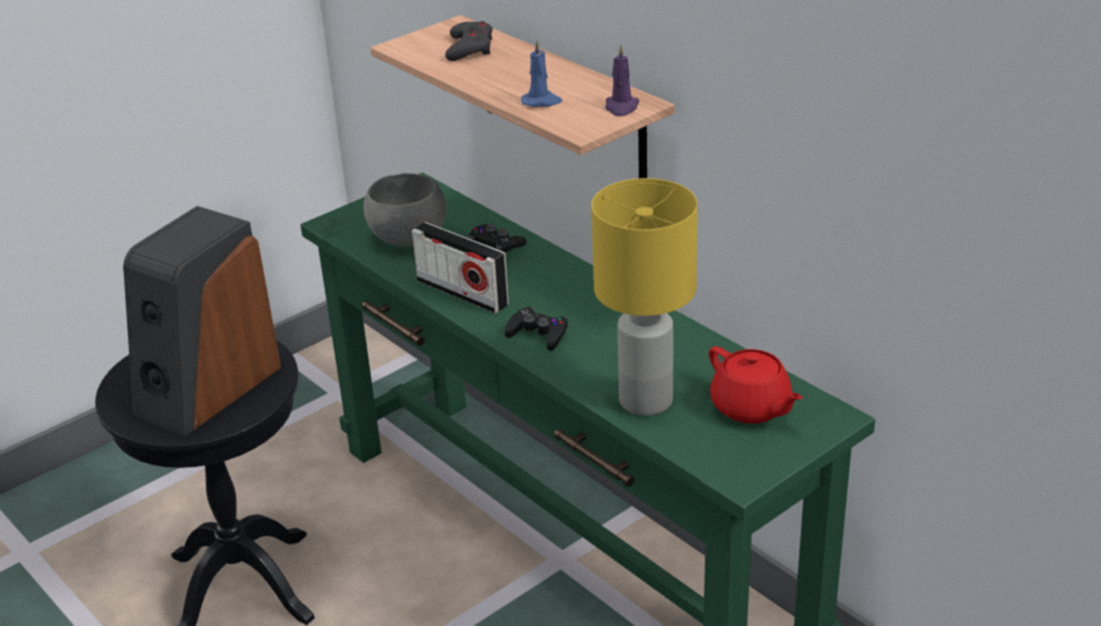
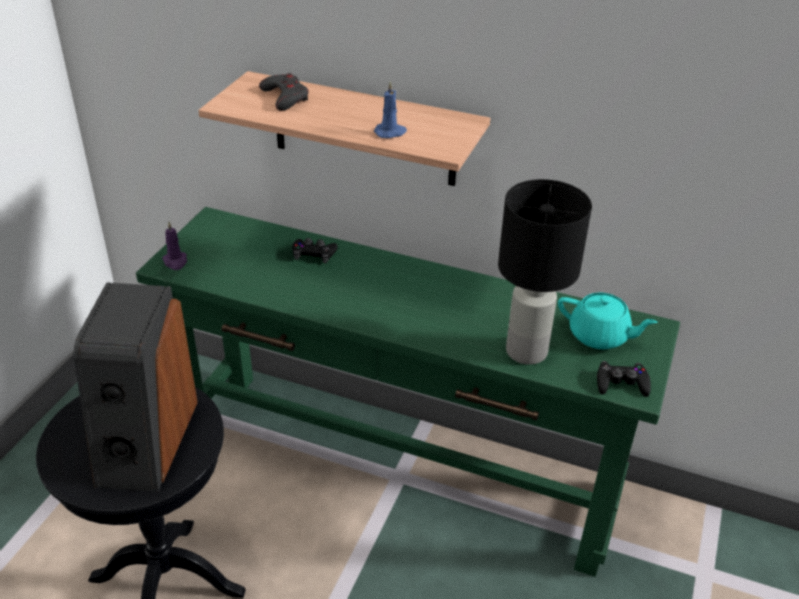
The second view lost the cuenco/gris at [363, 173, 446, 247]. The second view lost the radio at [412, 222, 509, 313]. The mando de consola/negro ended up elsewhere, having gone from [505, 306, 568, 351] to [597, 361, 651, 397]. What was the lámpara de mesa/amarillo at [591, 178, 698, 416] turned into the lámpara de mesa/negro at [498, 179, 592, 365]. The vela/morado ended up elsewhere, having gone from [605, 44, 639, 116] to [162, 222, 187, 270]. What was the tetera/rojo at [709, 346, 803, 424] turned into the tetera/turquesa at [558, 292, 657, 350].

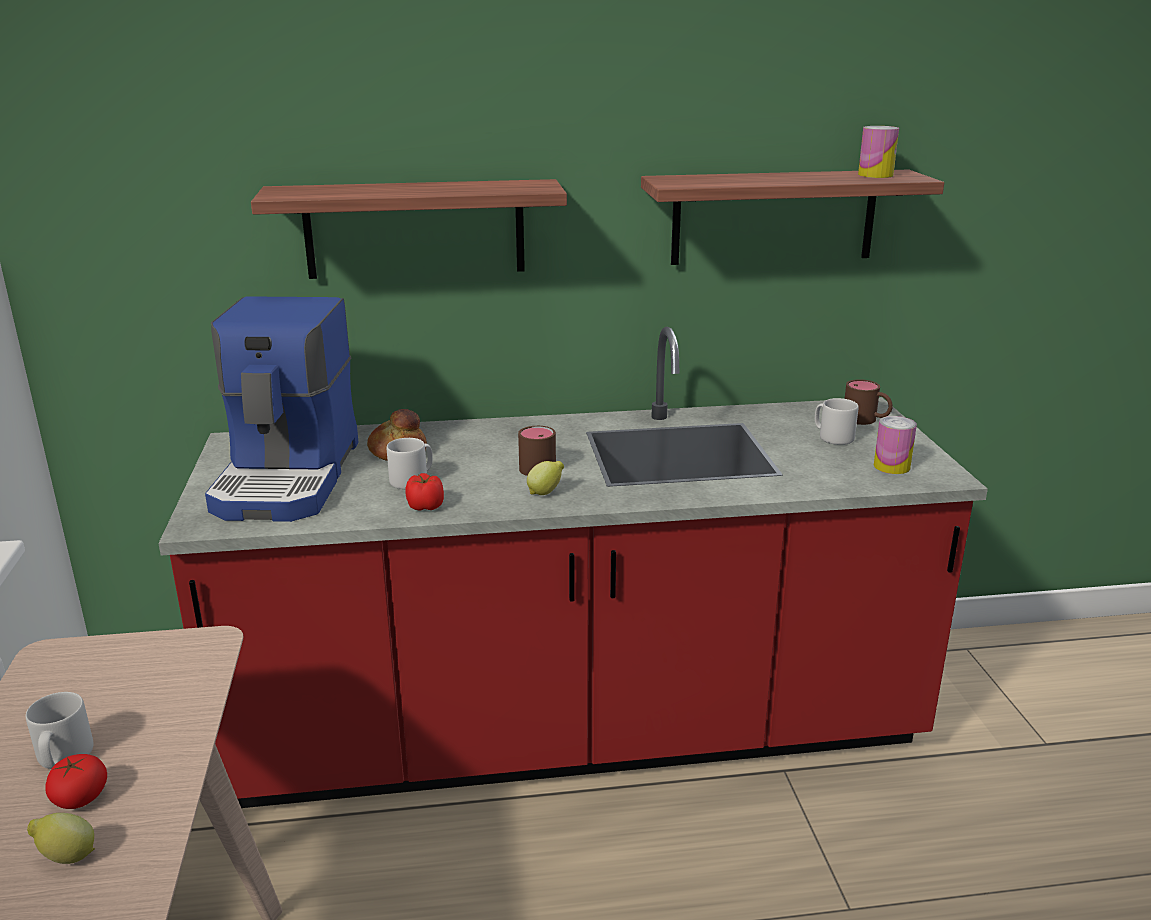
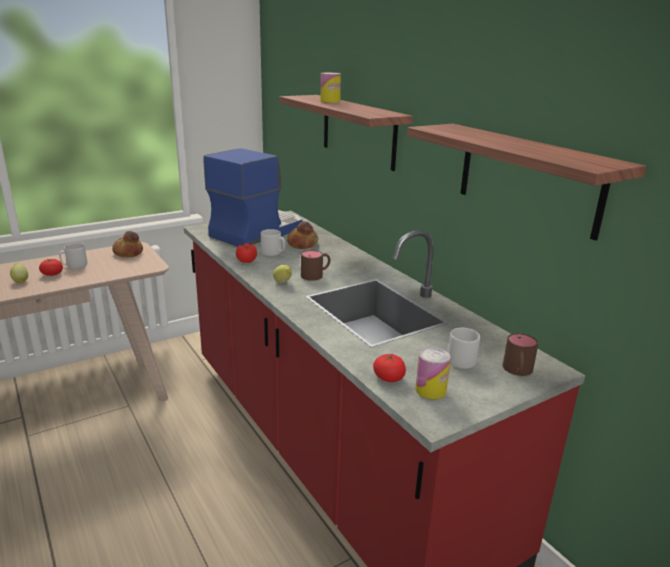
The cafetera at [205, 296, 359, 522] ended up facing another way, 150 degrees clockwise from before. The lata ended up elsewhere, having gone from [858, 126, 899, 178] to [320, 73, 341, 103]. The second view gained the pan at [112, 231, 143, 257]. The second view gained the tomate at [373, 353, 406, 382].

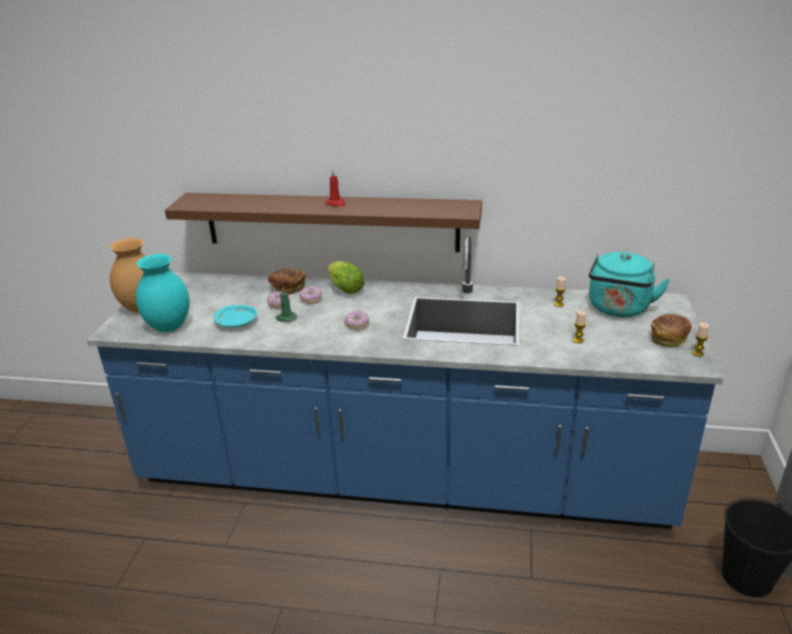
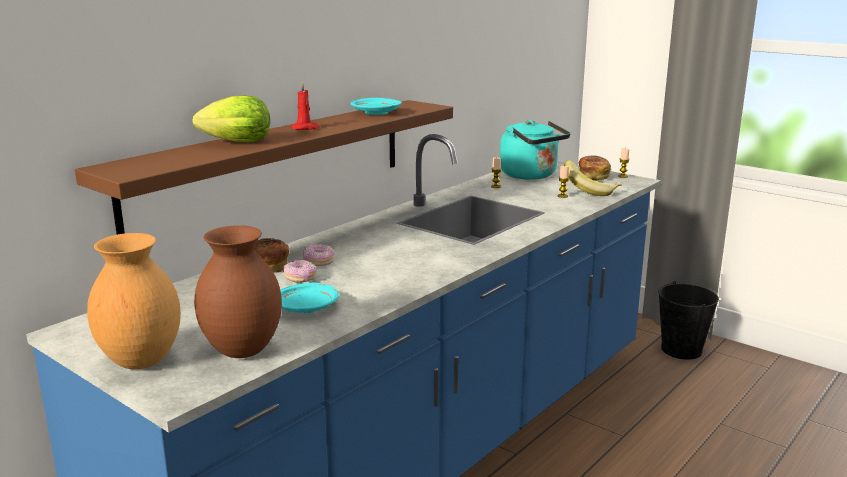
What was the florero/turquesa at [136, 254, 190, 332] turned into the florero/marrón at [194, 225, 282, 358]. The second view lost the vela/verde at [275, 287, 297, 322]. The lechuga ended up elsewhere, having gone from [327, 261, 364, 294] to [192, 95, 270, 142]. The second view lost the rosquilla at [344, 310, 369, 330]. The second view gained the plato/turquesa at [350, 98, 402, 115]. The second view gained the plátano at [564, 160, 622, 196].

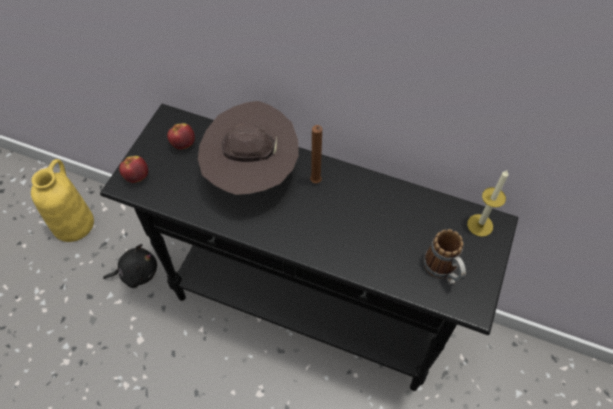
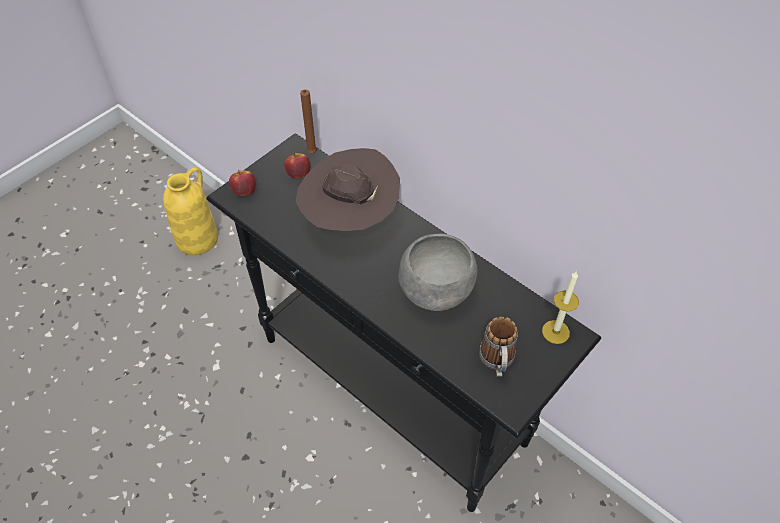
The second view lost the peluche/negro at [103, 244, 157, 288]. The vela/marrón ended up elsewhere, having gone from [310, 125, 322, 183] to [300, 89, 317, 153]. The second view gained the cuenco/gris at [399, 234, 477, 311].

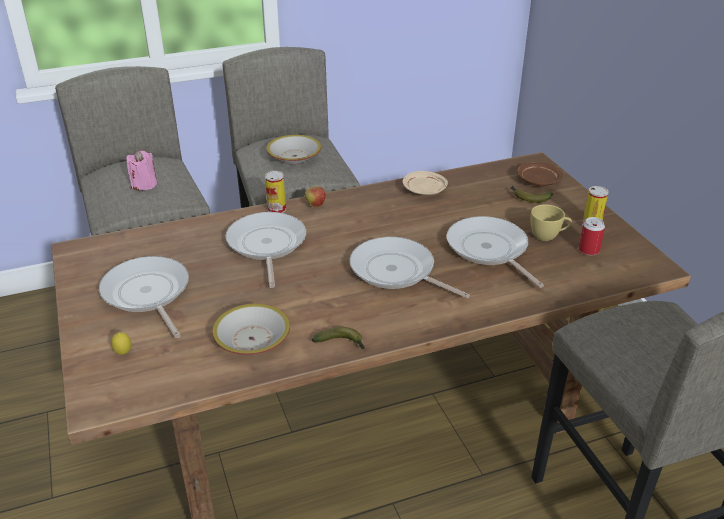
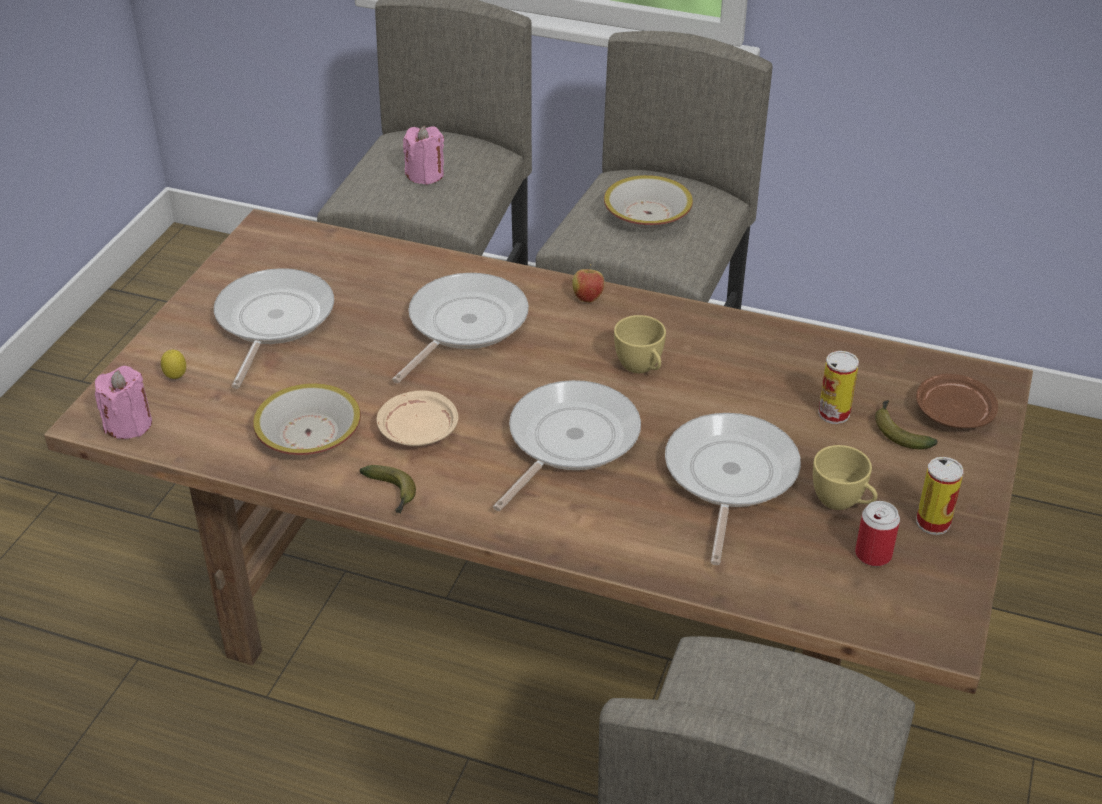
The lata ended up elsewhere, having gone from [265, 171, 286, 213] to [818, 351, 859, 424]. The sartén at [350, 237, 470, 298] ended up facing another way, 45 degrees clockwise from before. The plato/beis ended up elsewhere, having gone from [403, 171, 448, 195] to [377, 391, 458, 446]. The second view gained the vela/rosa at [95, 366, 152, 439]. The second view gained the taza/amarillo at [614, 315, 666, 373].

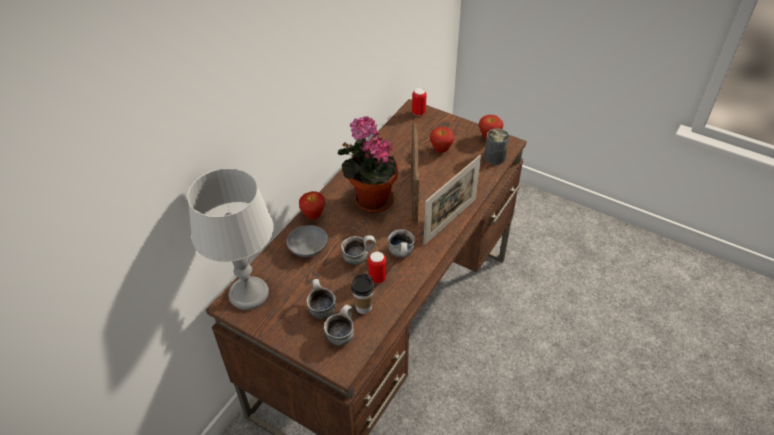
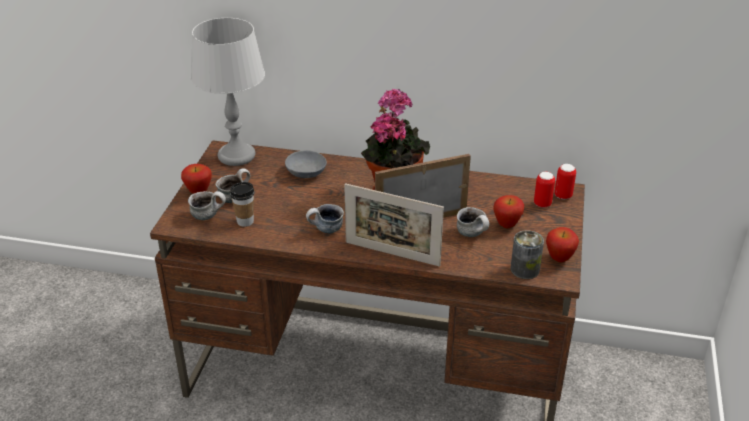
The manzana ended up elsewhere, having gone from [299, 191, 325, 220] to [181, 164, 212, 194]. The taza grande ended up elsewhere, having gone from [341, 235, 376, 265] to [457, 207, 489, 237]. The lata ended up elsewhere, having gone from [368, 252, 386, 283] to [534, 172, 555, 208].

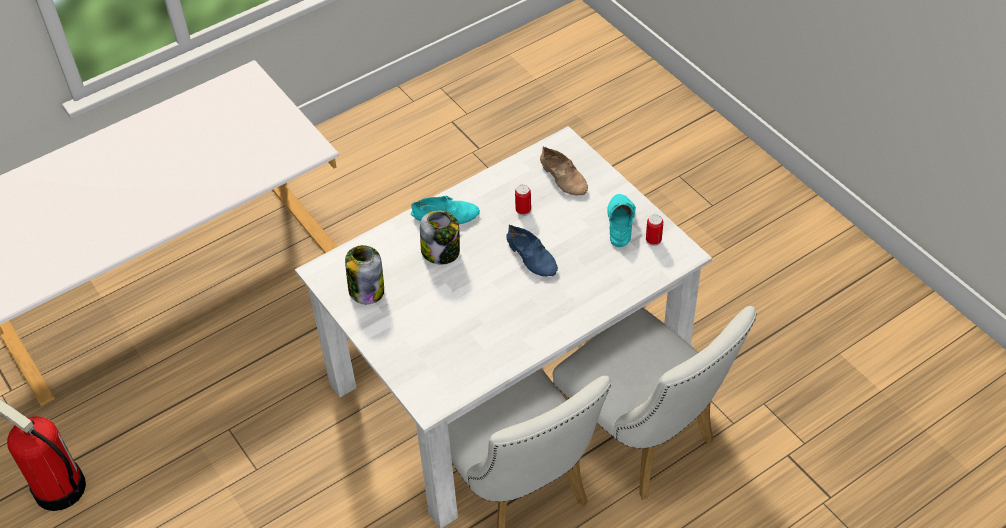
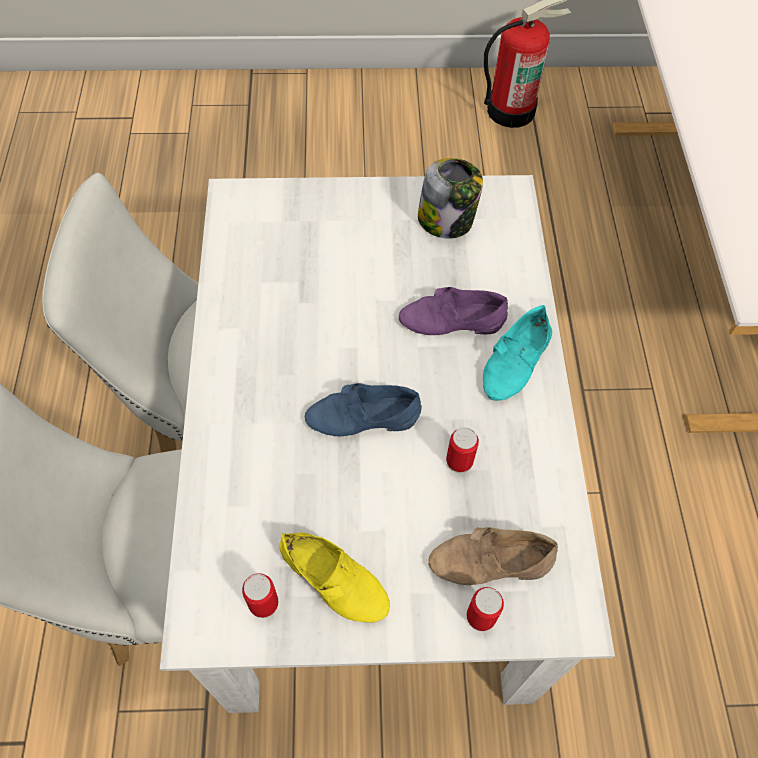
Where the tarro stood at [420, 211, 460, 265], the zapato/morado came to stand at [399, 287, 508, 335]. What was the zapato/turquesa at [607, 194, 636, 247] turned into the zapato/amarillo at [279, 532, 390, 623]. The second view gained the lata at [467, 587, 504, 631].

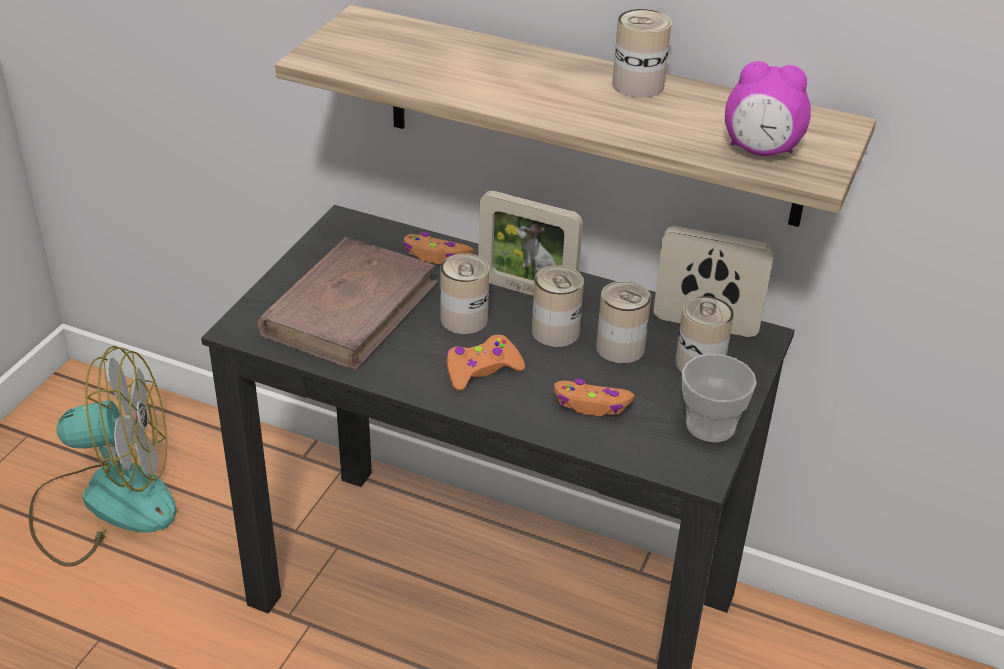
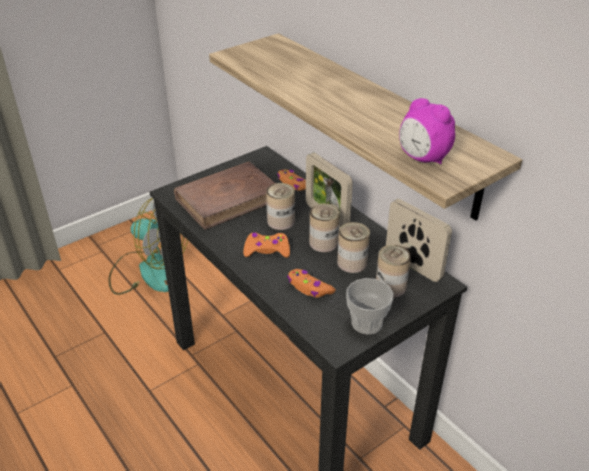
The second view lost the lata at [612, 9, 672, 98].

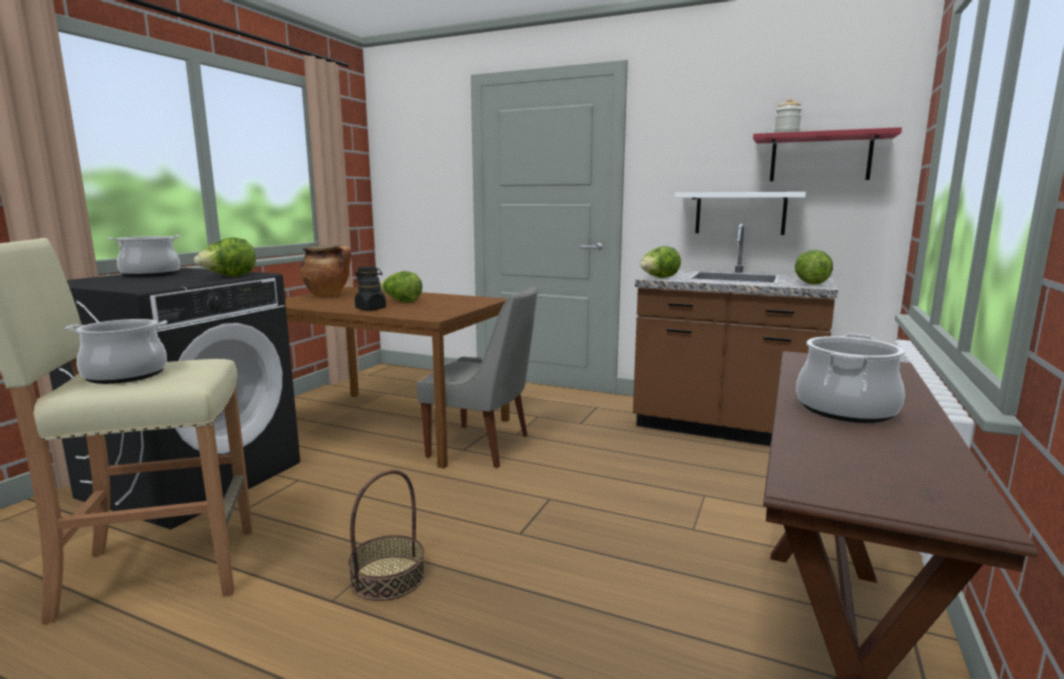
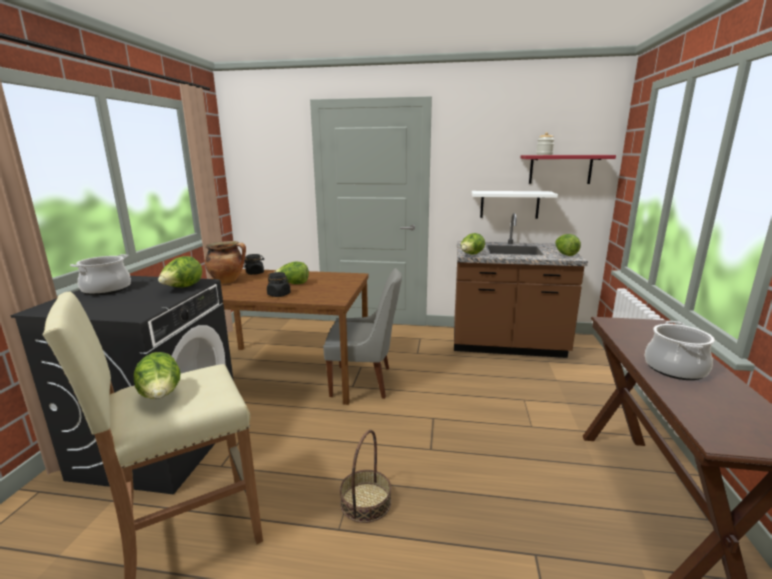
Where the olla stood at [65, 319, 168, 384], the lechuga came to stand at [134, 352, 180, 399].

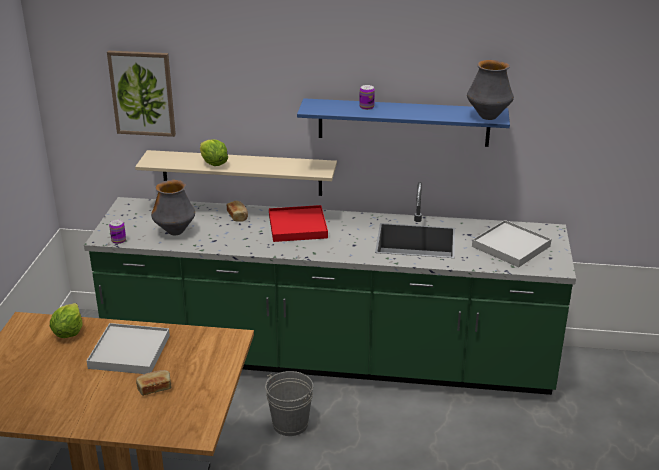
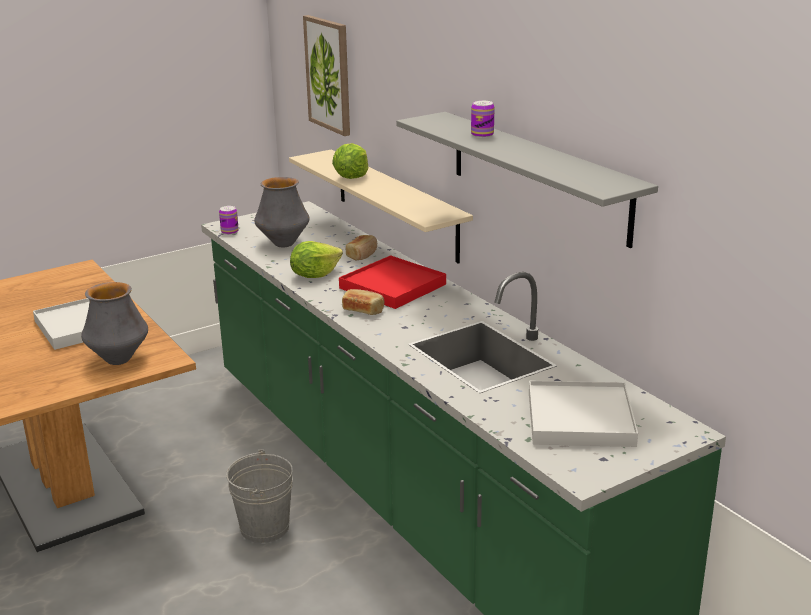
The lechuga ended up elsewhere, having gone from [50, 303, 82, 338] to [290, 241, 343, 278]. The pan ended up elsewhere, having gone from [136, 370, 171, 396] to [342, 289, 384, 315]. What was the estante/azul at [297, 98, 510, 147] turned into the estante/gris at [396, 112, 658, 248]. The florero ended up elsewhere, having gone from [467, 60, 514, 120] to [81, 282, 148, 365].

